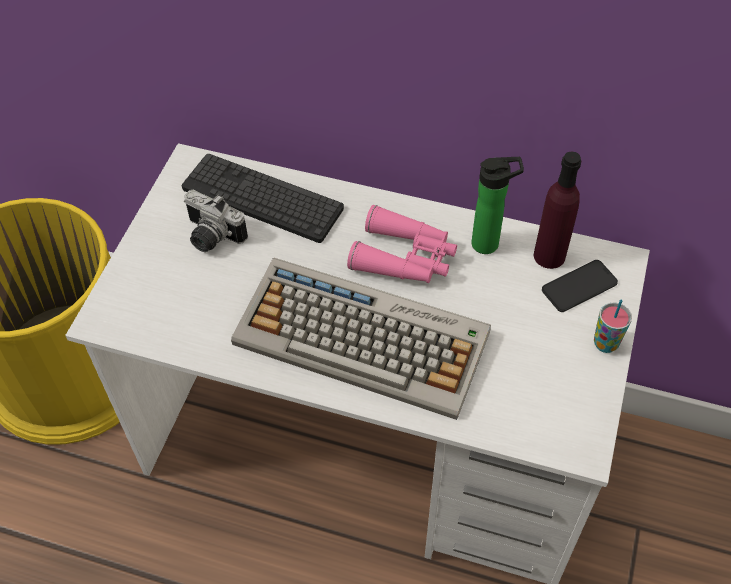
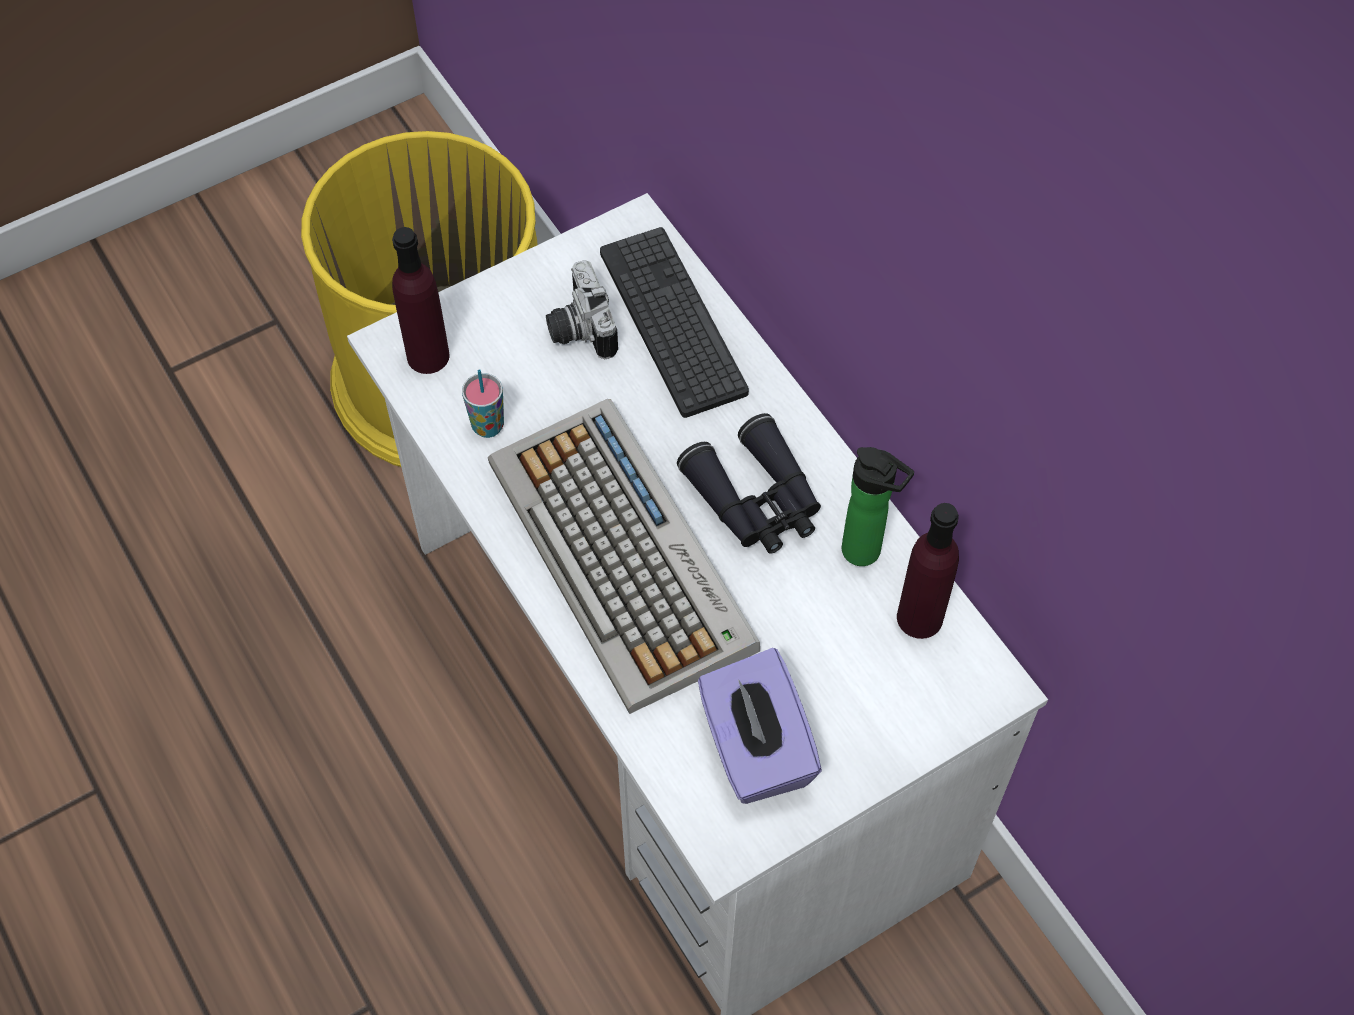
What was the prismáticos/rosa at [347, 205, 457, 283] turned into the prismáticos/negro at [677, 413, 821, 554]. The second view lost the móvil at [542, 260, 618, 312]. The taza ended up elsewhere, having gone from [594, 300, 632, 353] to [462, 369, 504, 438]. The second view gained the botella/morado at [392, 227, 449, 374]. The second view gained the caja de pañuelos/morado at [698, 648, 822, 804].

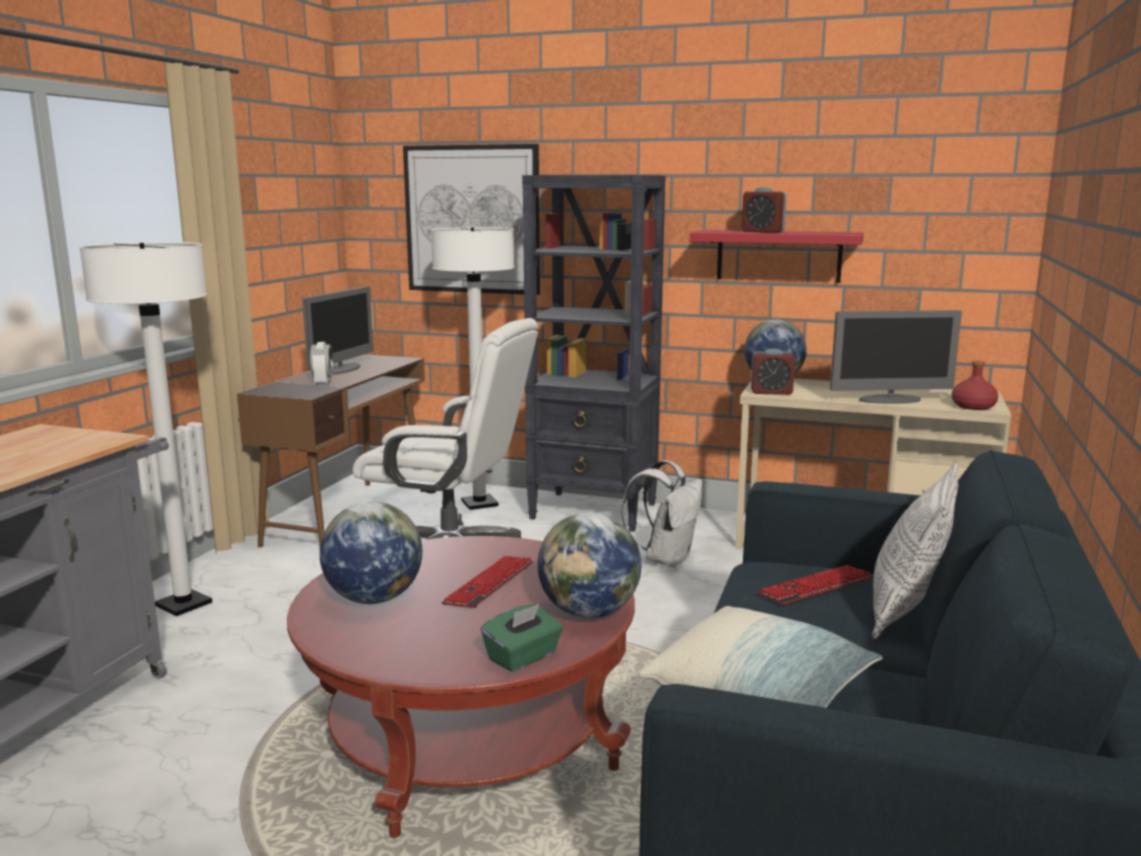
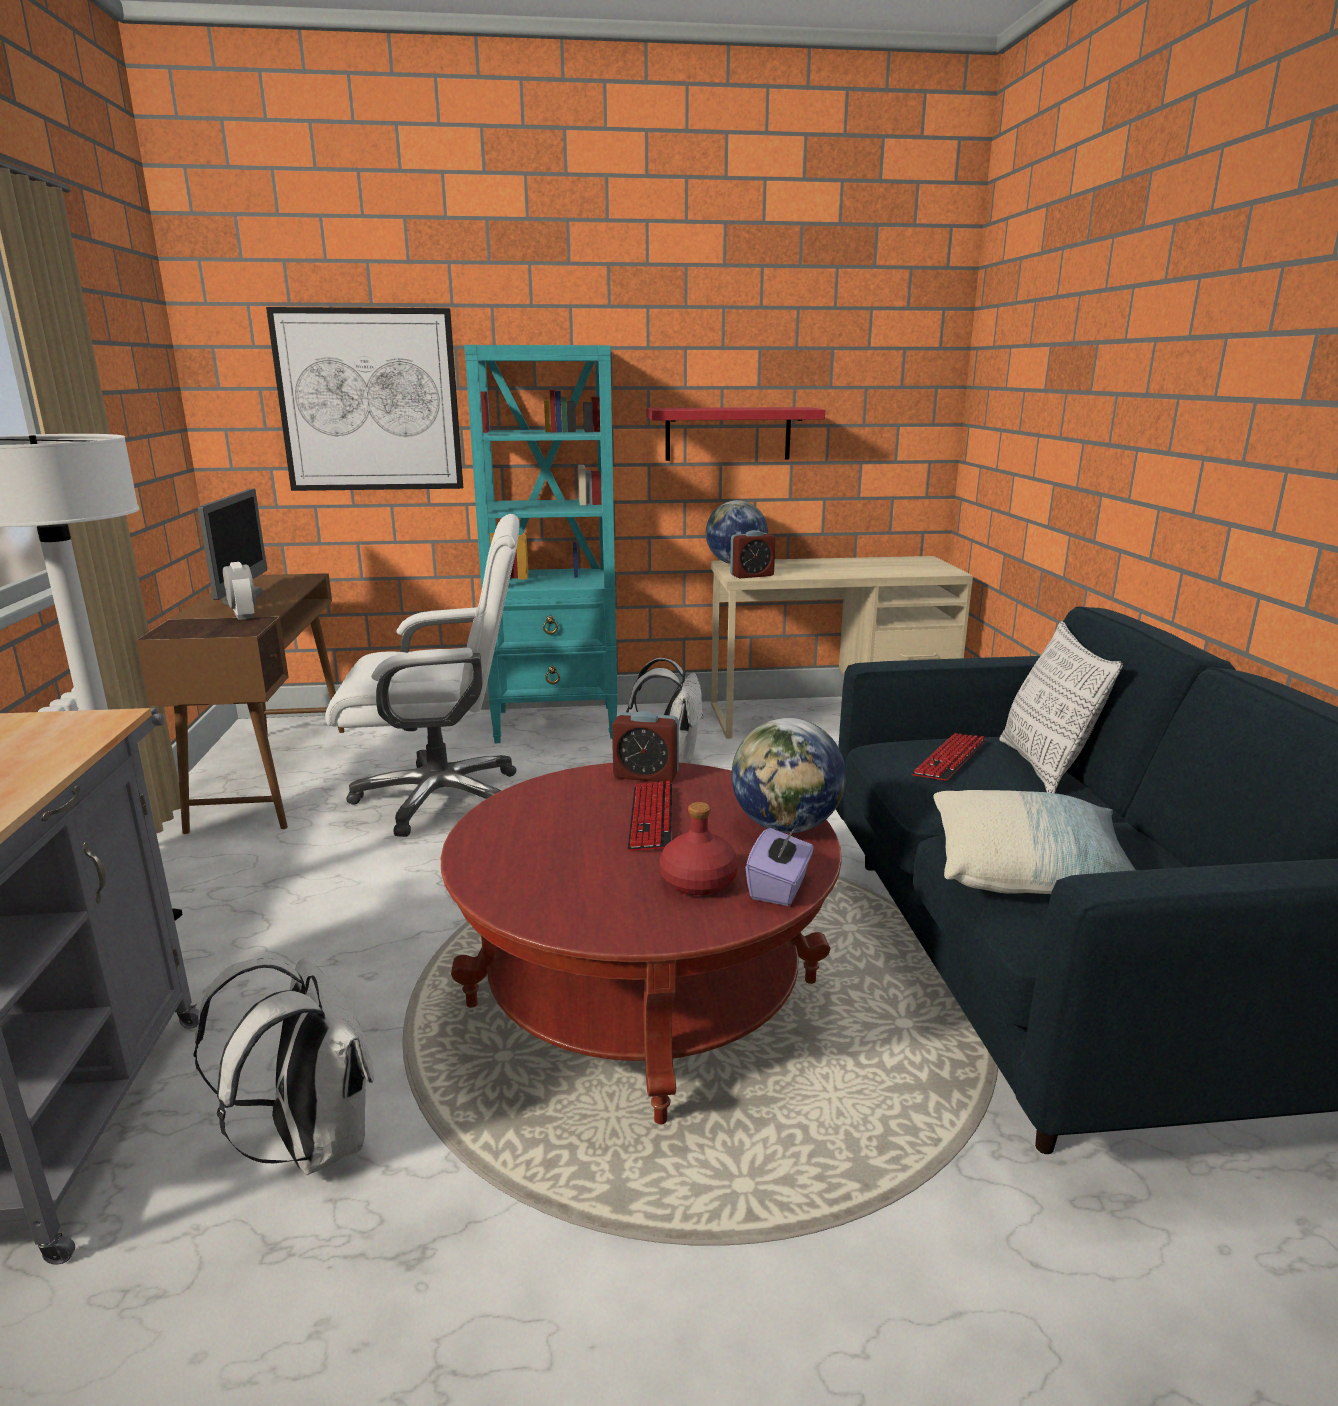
The second view lost the globo terráqueo at [320, 502, 422, 604]. The second view lost the lámpara de pie/blanco at [431, 227, 515, 510]. What was the caja de pañuelos/verde at [481, 603, 563, 672] turned into the caja de pañuelos/morado at [745, 826, 814, 906]. What was the estantería/negro at [522, 175, 665, 532] turned into the estantería/turquesa at [464, 345, 618, 743]. The despertador ended up elsewhere, having gone from [742, 187, 786, 233] to [612, 711, 679, 783]. The second view lost the monitor at [830, 310, 962, 404]. The botella/rojo ended up elsewhere, having gone from [951, 360, 998, 410] to [660, 802, 738, 895]. The second view gained the mochila/blanco at [193, 957, 373, 1175].

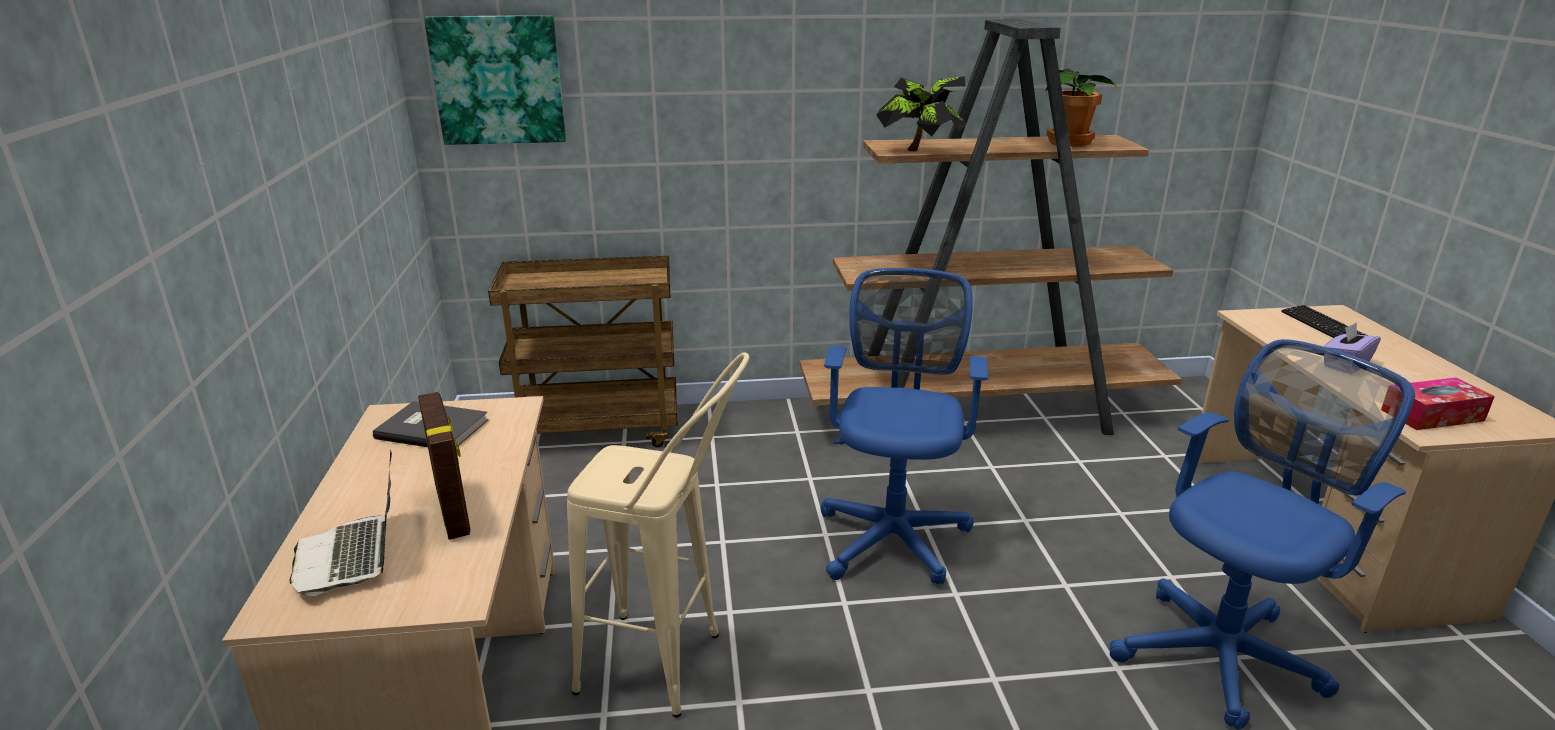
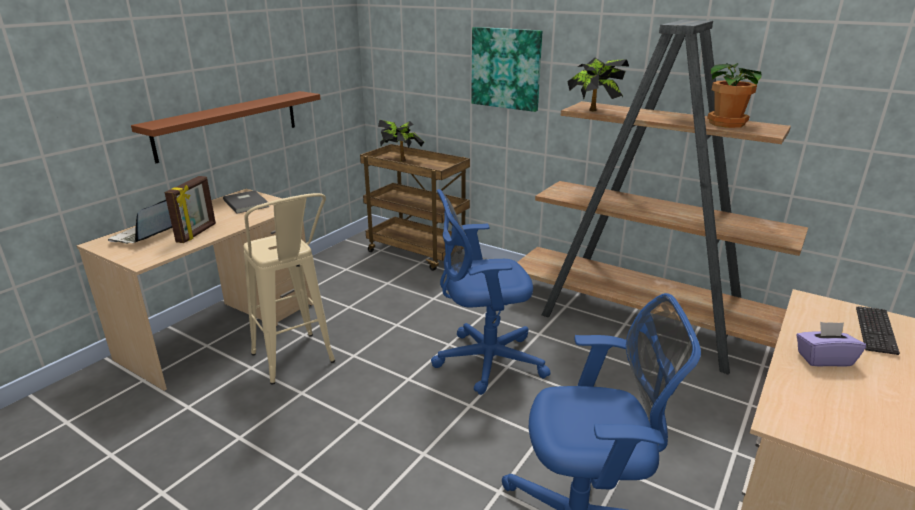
The cuadro ended up elsewhere, having gone from [424, 15, 566, 145] to [471, 27, 542, 112]. The silla de oficina/azul at [821, 268, 988, 584] ended up facing another way, 150 degrees counterclockwise from before. The second view lost the caja de pañuelos at [1381, 377, 1495, 430]. The second view gained the estante/marrón at [131, 91, 320, 163]. The second view gained the planta en maceta at [378, 120, 424, 162].

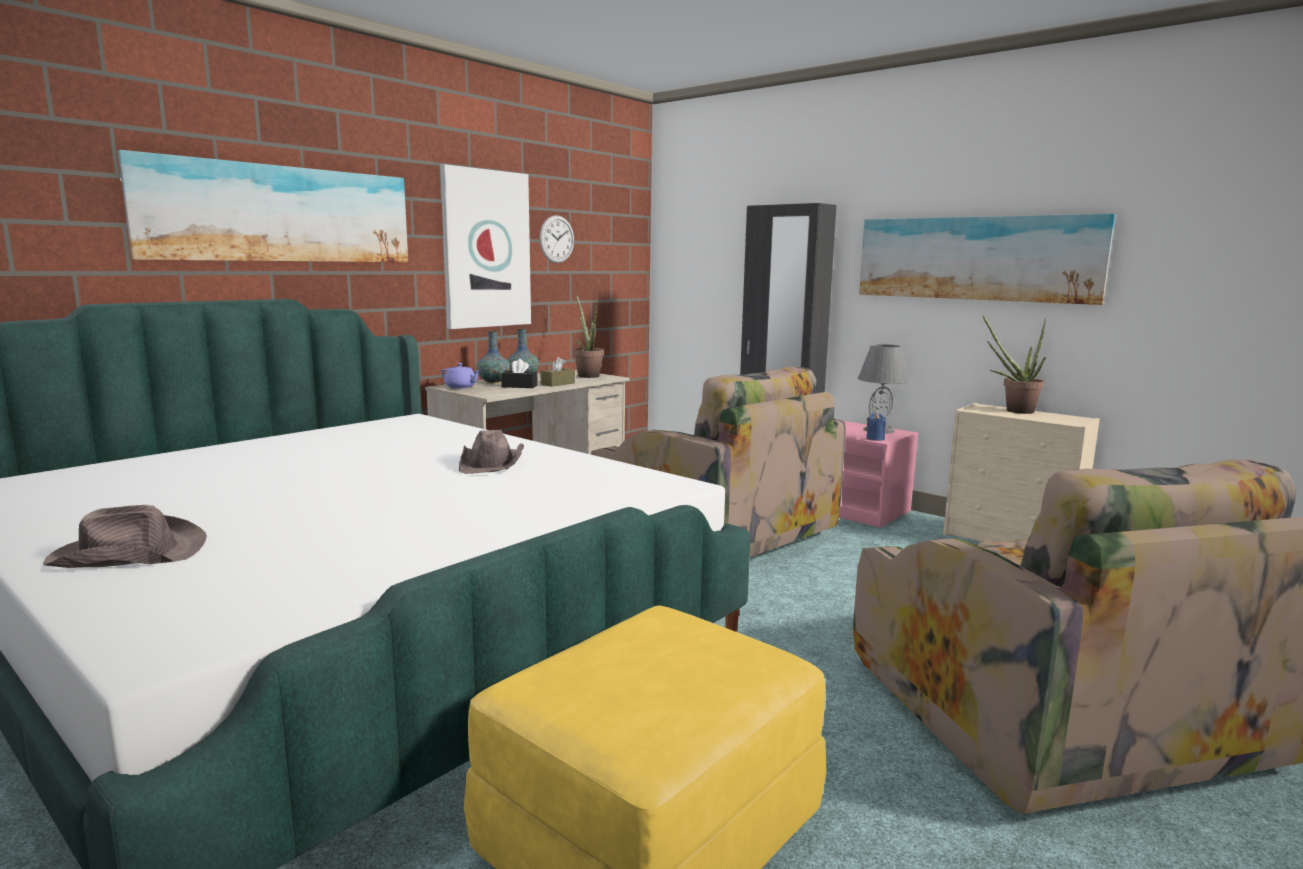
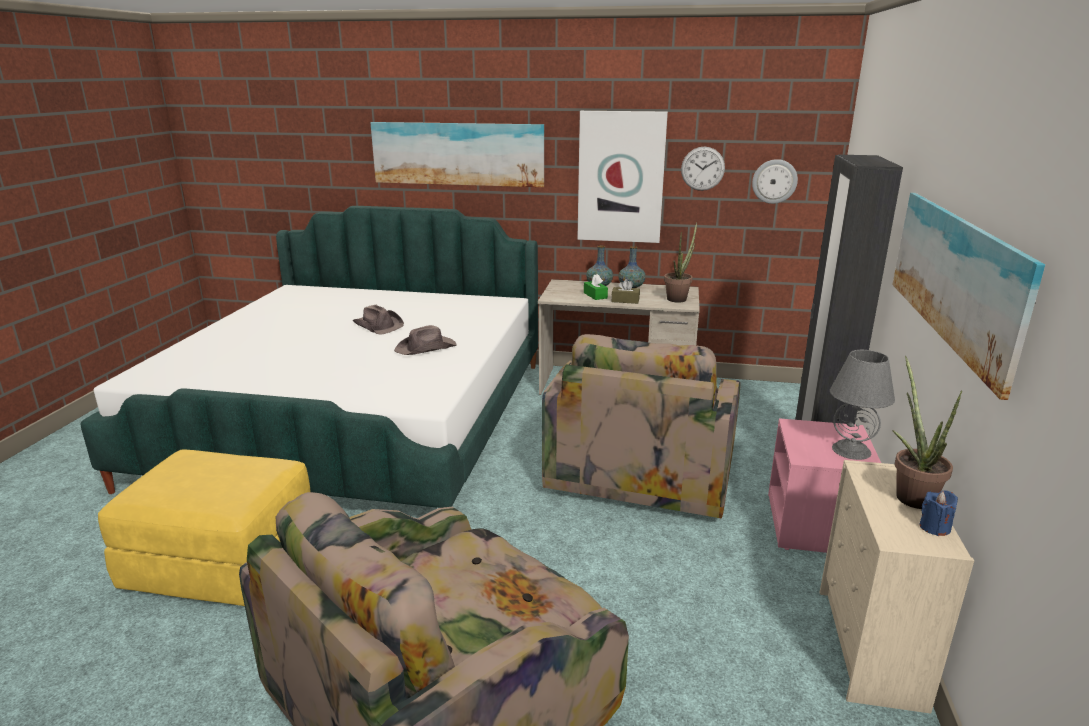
The sombrero/marrón ended up elsewhere, having gone from [43, 505, 207, 568] to [353, 305, 404, 335]. The second view lost the tetera/morado at [441, 363, 481, 389]. What was the caja de pañuelos/negro at [501, 359, 537, 388] turned into the caja de pañuelos/verde at [584, 274, 608, 300]. The vela/azul ended up elsewhere, having gone from [866, 413, 886, 441] to [920, 490, 958, 536]. The second view gained the reloj de pared at [752, 159, 798, 204].

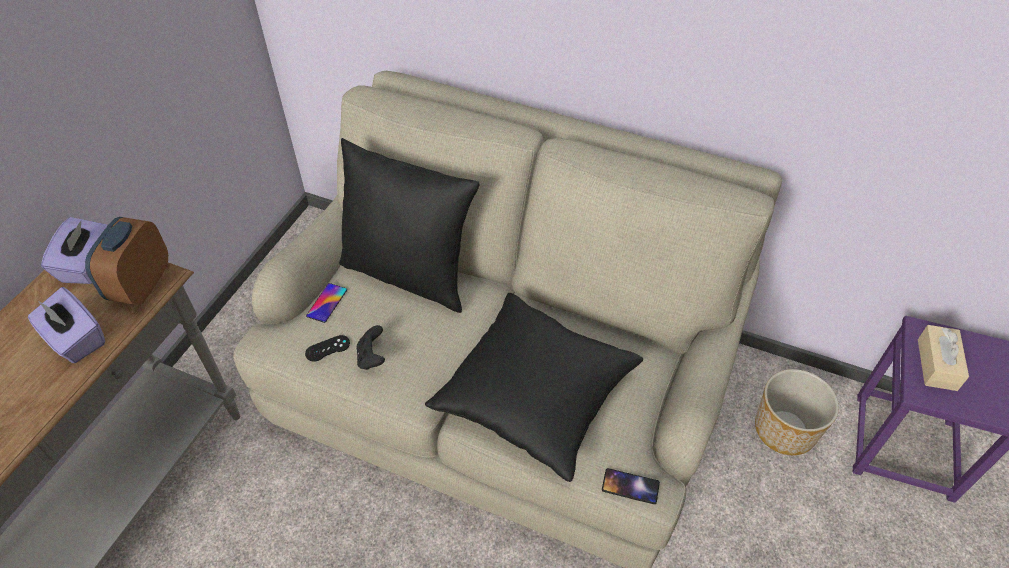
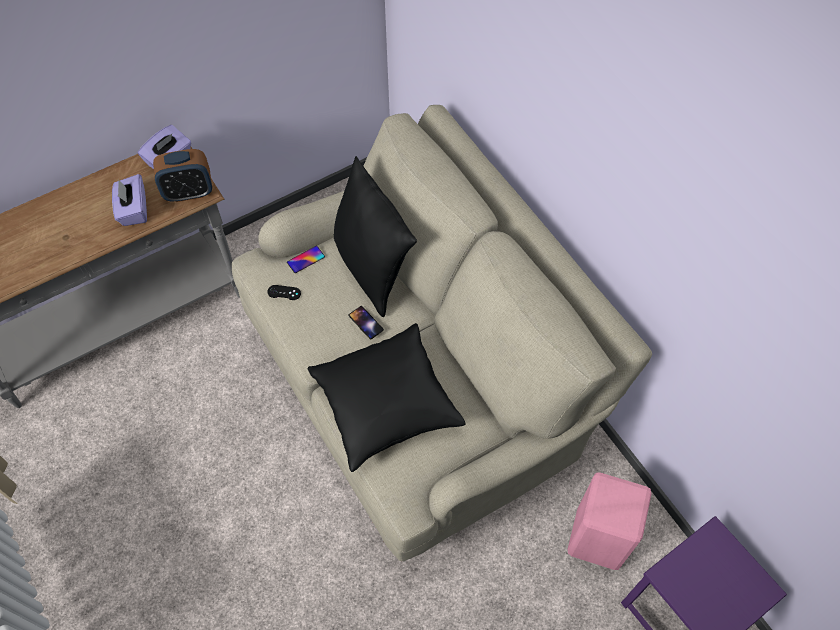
The despertador at [85, 217, 168, 305] ended up facing another way, 150 degrees counterclockwise from before. The second view lost the mando de consola/negro at [357, 325, 385, 370]. The móvil ended up elsewhere, having gone from [602, 468, 660, 504] to [348, 306, 384, 339]. Where the maceta stood at [755, 369, 839, 455], the taburete/rosa came to stand at [567, 473, 652, 570]. The second view lost the caja de pañuelos/beis at [918, 325, 969, 391].

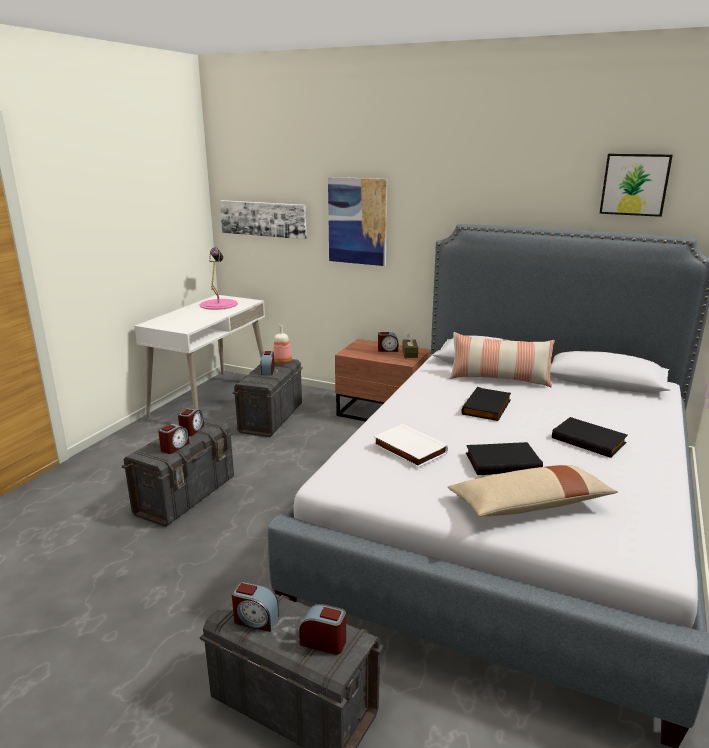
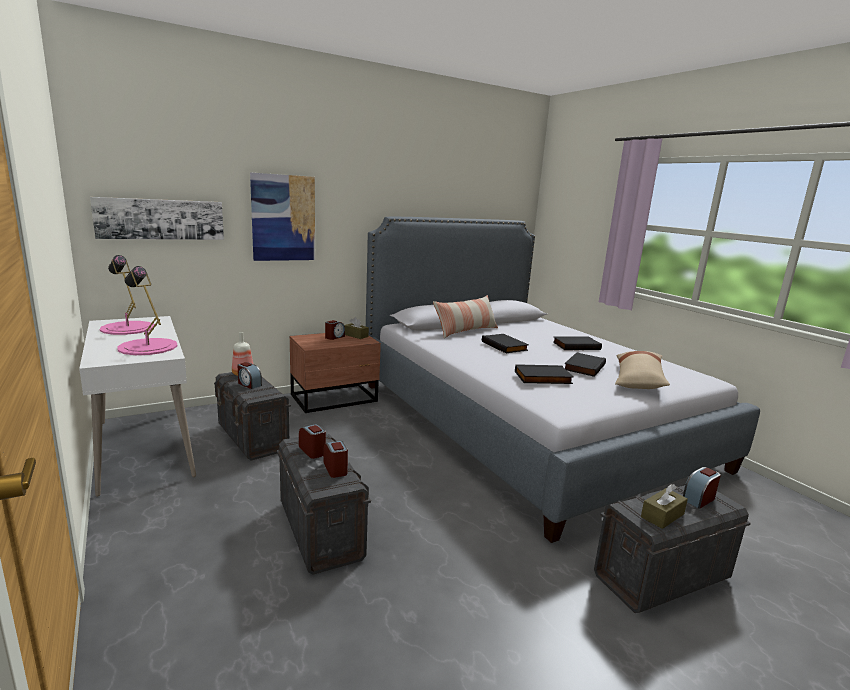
Where the despertador stood at [232, 581, 279, 632], the caja de pañuelos/marrón came to stand at [641, 484, 688, 529]. What was the libro/blanco at [374, 424, 448, 468] turned into the libro/negro at [515, 364, 573, 384]. The second view lost the cuadro at [599, 154, 673, 217]. The second view gained the lámpara de mesa/rosa at [117, 266, 178, 355].

